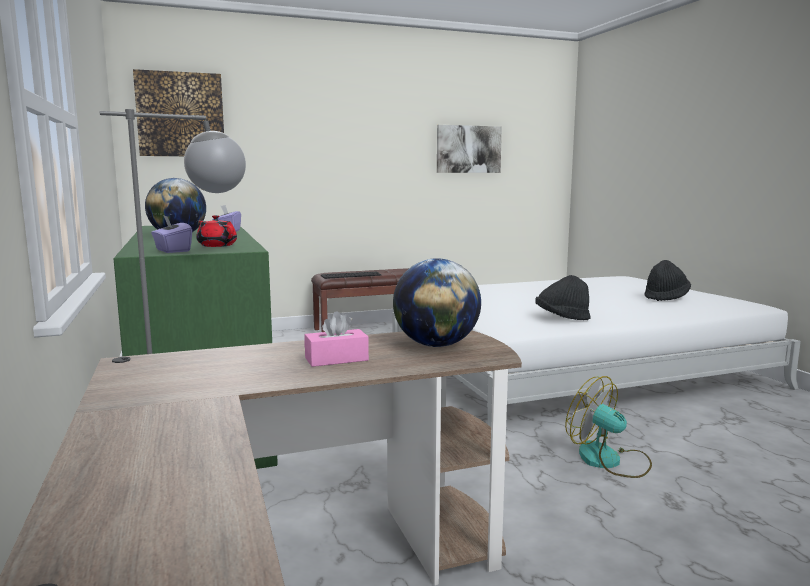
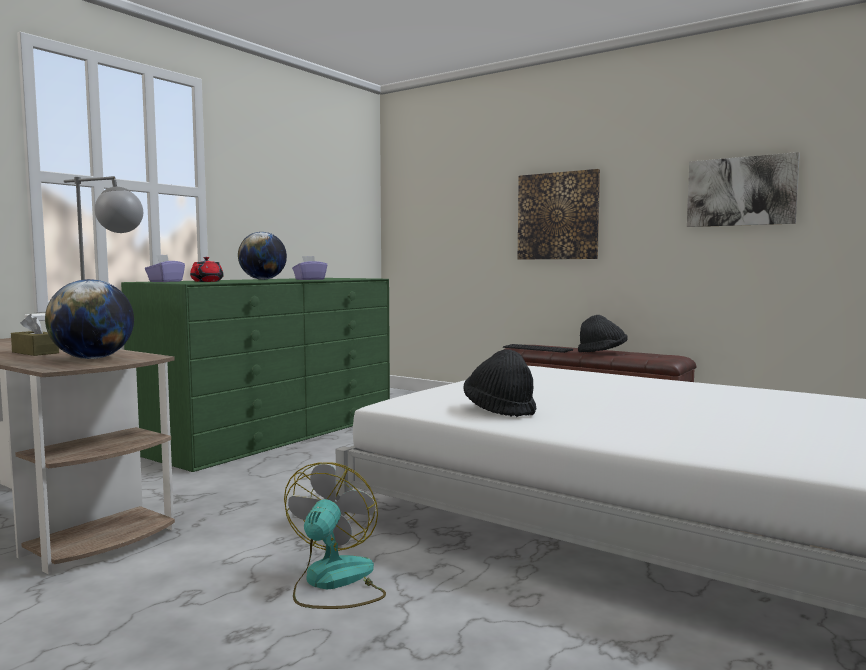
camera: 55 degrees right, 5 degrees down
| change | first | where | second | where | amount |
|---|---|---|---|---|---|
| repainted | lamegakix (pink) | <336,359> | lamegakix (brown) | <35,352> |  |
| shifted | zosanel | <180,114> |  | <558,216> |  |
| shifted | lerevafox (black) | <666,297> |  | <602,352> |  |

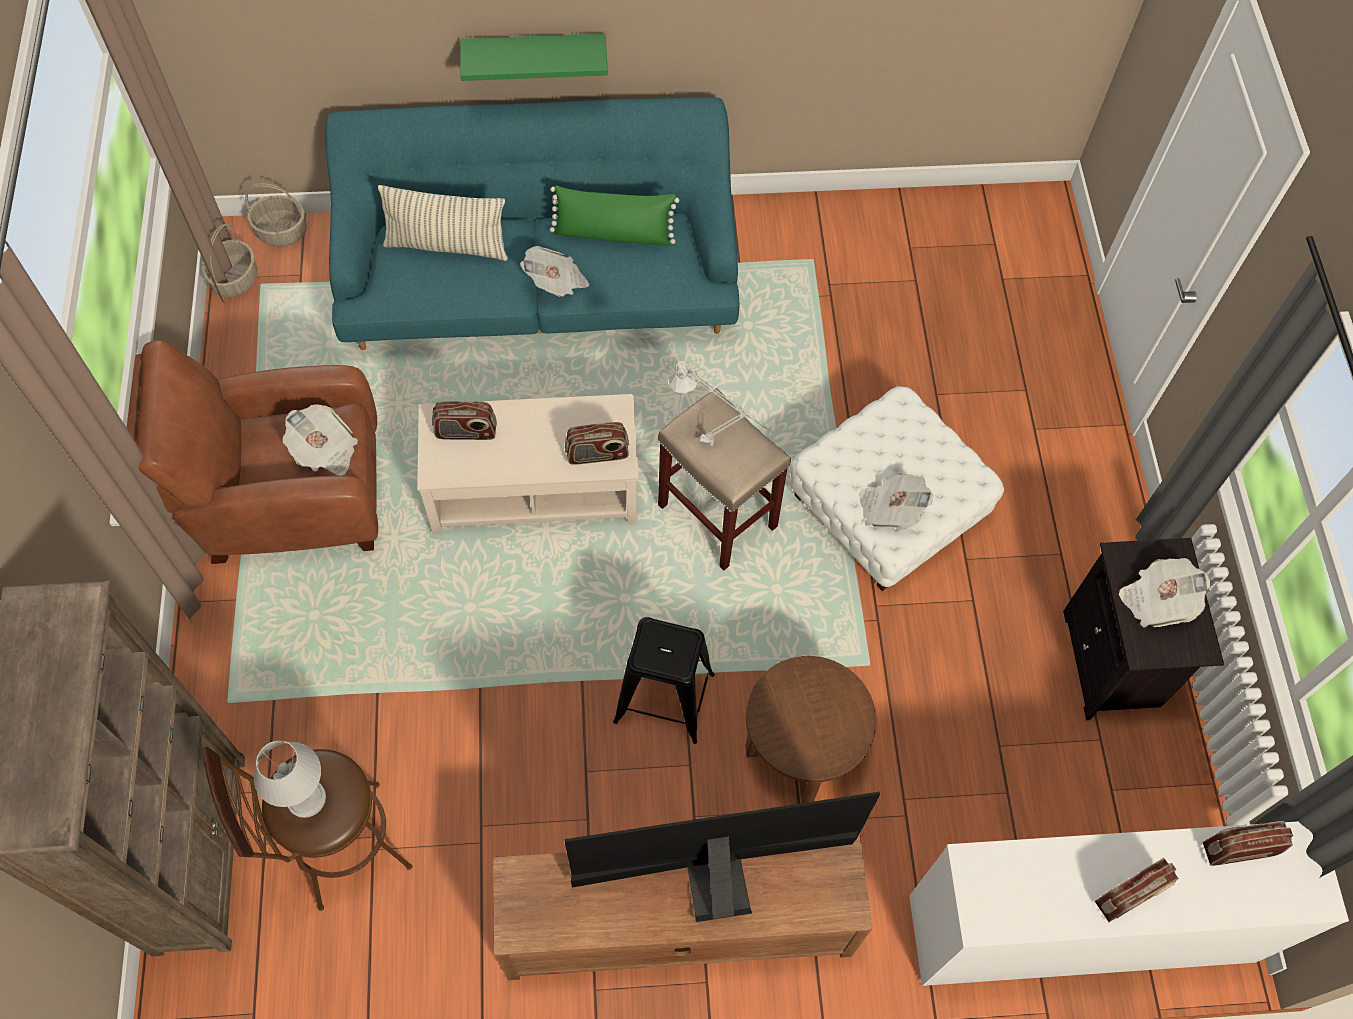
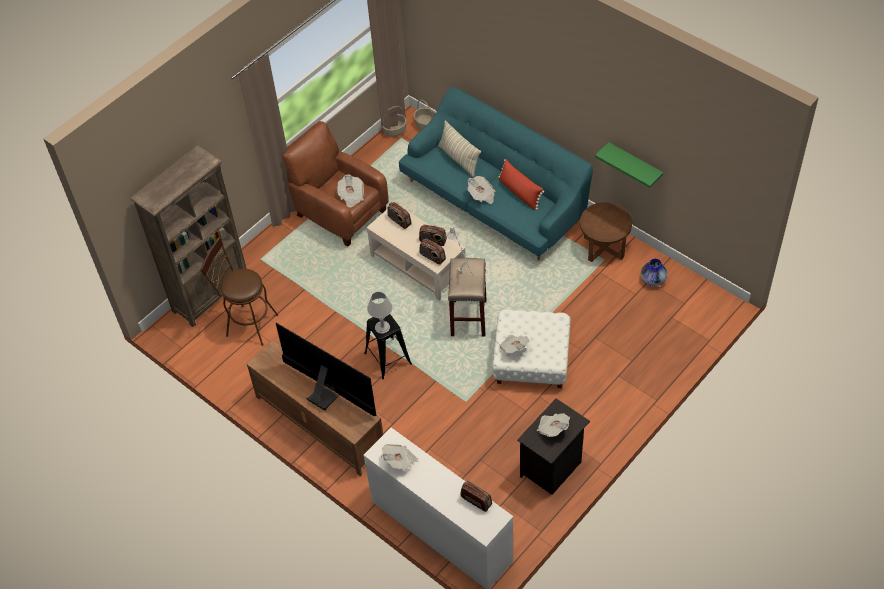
camera: 50 degrees right, 10 degrees down
| change | first | where | second | where | amount |
|---|---|---|---|---|---|
| shifted | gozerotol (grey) | <306,799> |  | <382,327> |  |
| new |  |  | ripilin | <400,461> |  |
| shifted | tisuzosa | <1130,895> |  | <433,241> |  |
| repainted | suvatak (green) | <613,234> | suvatak (red) | <519,192> |  |
| shifted | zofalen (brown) | <801,748> |  | <603,247> |  |
| shifted | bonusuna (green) | <534,54> |  | <634,164> |  |
| new |  |  | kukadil | <653,280> |  |

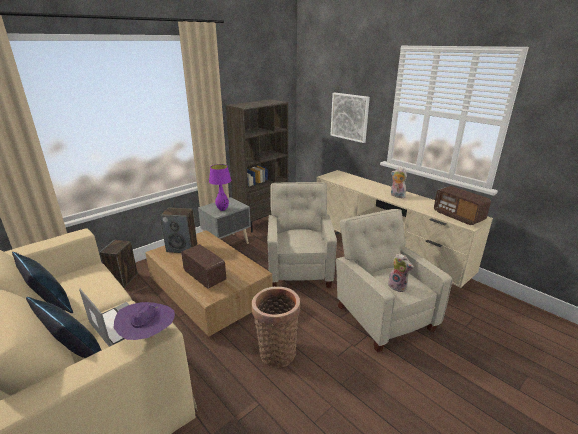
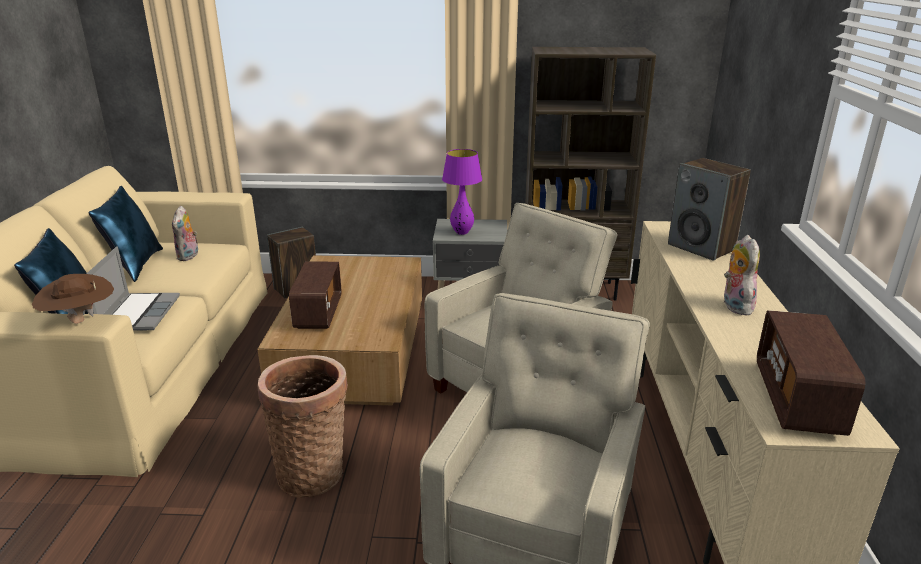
camera: 45 degrees right, 0 degrees up
| change | first | where | second | where | amount |
|---|---|---|---|---|---|
| repainted | lerevafox (purple) | <148,336> | lerevafox (brown) | <80,321> |  |
| shifted | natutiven | <398,286> |  | <189,256> |  |
| shifted | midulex | <182,248> |  | <702,247> |  |
| gone | zosanel | <349,117> |  |  |  |

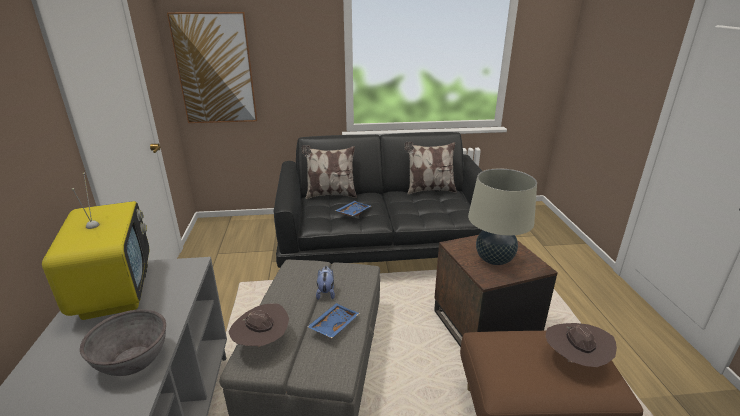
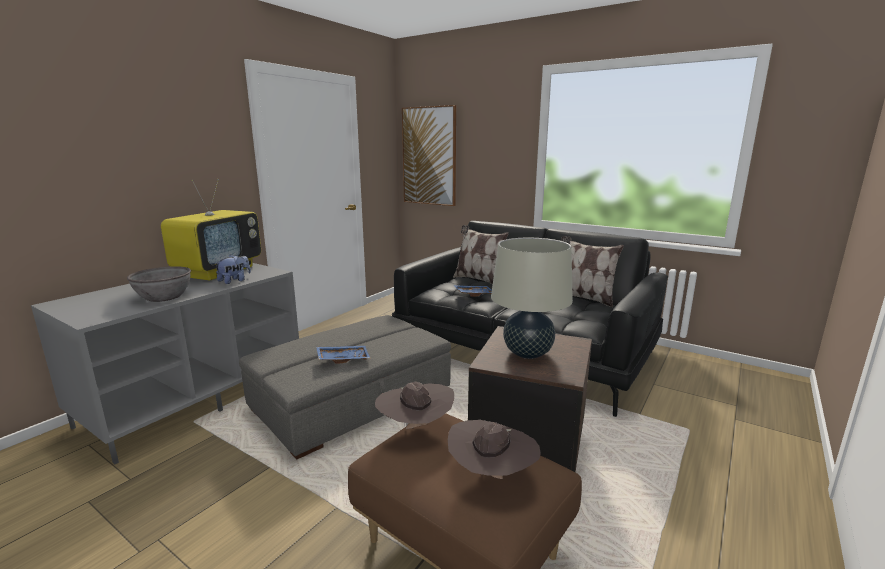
camera: 40 degrees right, 10 degrees down
| change | first | where | second | where | amount |
|---|---|---|---|---|---|
| shifted | natutiven | <326,292> |  | <234,281> |  |
| shifted | lerevafox (brown) | <262,343> |  | <415,428> |  |

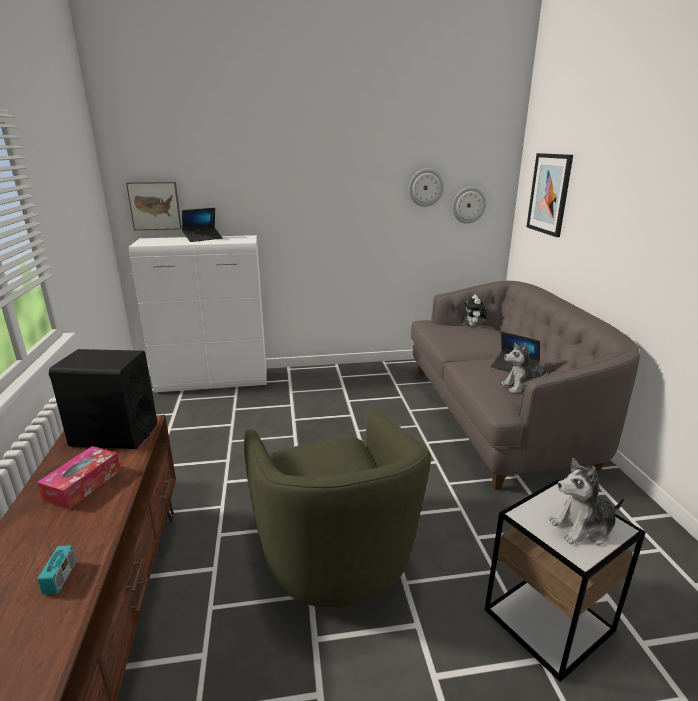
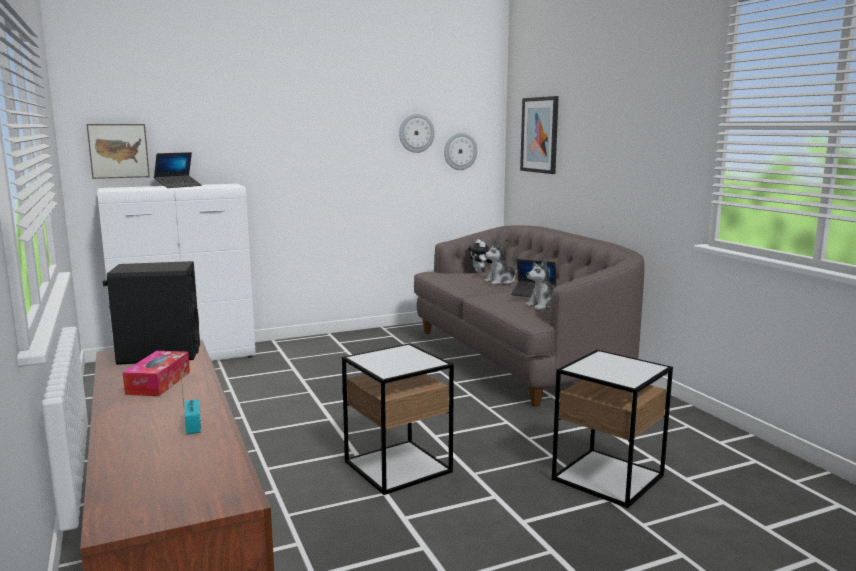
camera: 15 degrees left, 10 degrees down
| change | first | where | second | where | amount |
|---|---|---|---|---|---|
| swapped | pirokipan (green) | <335,556> | zofalen | <397,467> |  |
| shifted | natutiven | <583,528> |  | <500,281> |  |

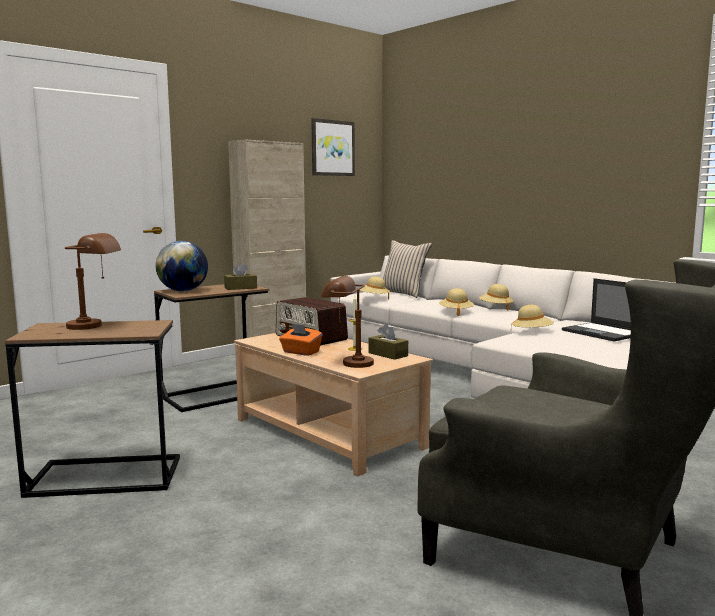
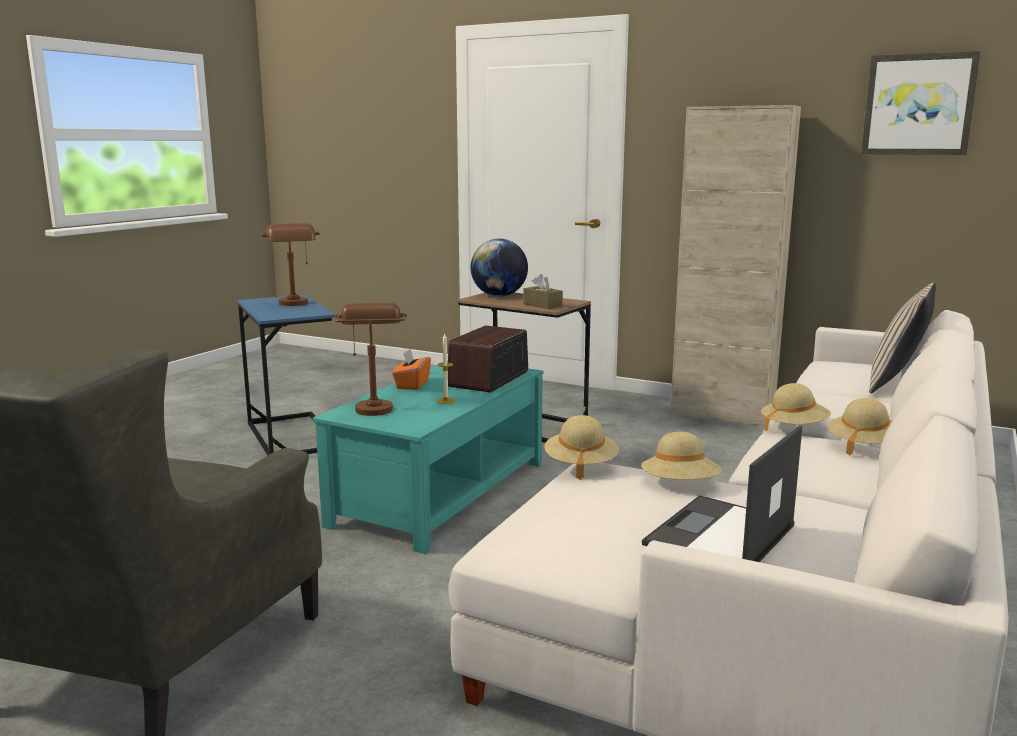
camera: 70 degrees right, 5 degrees up
| change | first | where | second | where | amount |
|---|---|---|---|---|---|
| repainted | zofalen (brown) | <105,476> | zofalen (blue) | <292,435> |  |
| repainted | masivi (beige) | <329,433> | masivi (turquoise) | <442,494> |  |
| shifted | lerevafox (beige) | <374,298> |  | <580,465> |  |
| gone | lamegakix (brown) | <388,354> |  |  |  |

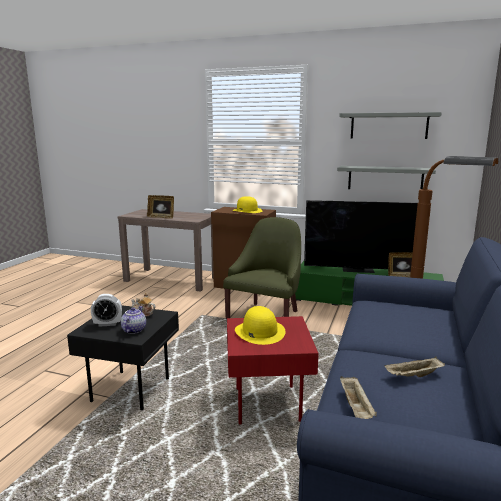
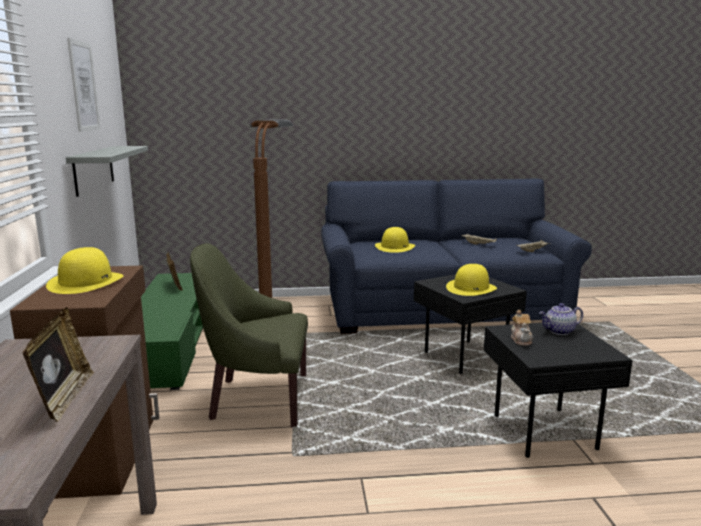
camera: 115 degrees left, 0 degrees up
| change | first | where | second | where | amount |
|---|---|---|---|---|---|
| swapped | bonusuna (grey) | <388,126> | zosanel | <84,86> |  |
| new |  |  | lerevafox (yellow) | <395,247> |  |
| repainted | zofalen (red) | <269,406> | zofalen (black) | <465,356> |  |
| gone | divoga | <107,324> |  |  |  |
| gone | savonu | <358,269> |  |  |  |

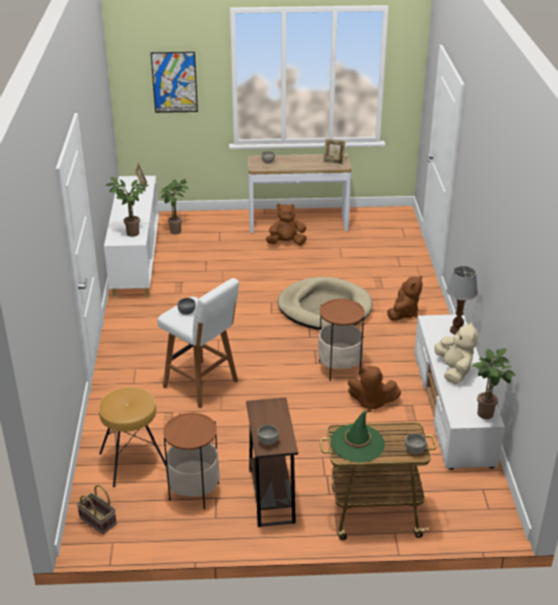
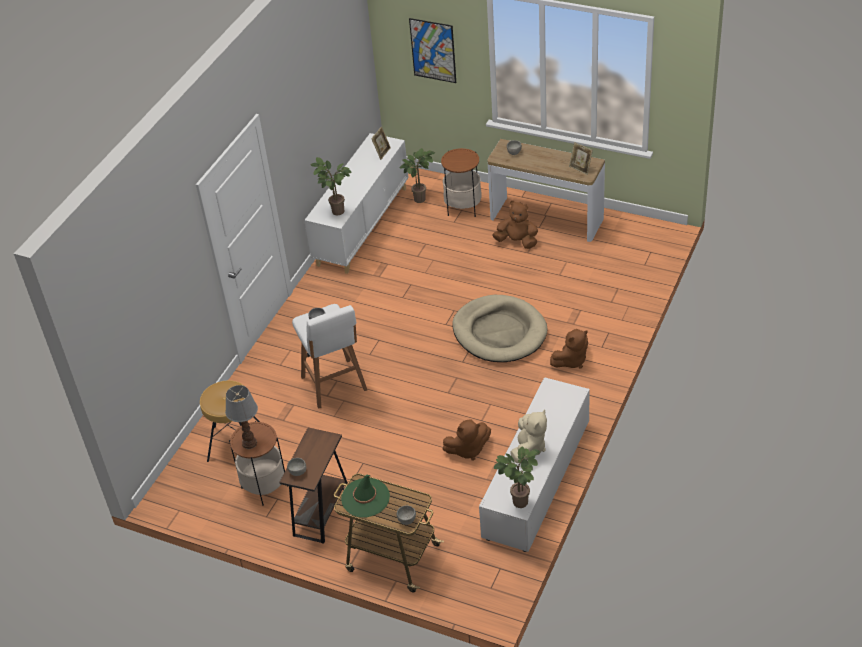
camera: 30 degrees right, 10 degrees up
| change | first | where | second | where | amount |
|---|---|---|---|---|---|
| shifted | gozerotol | <456,330> |  | <249,443> |  |
| shifted | zofalen | <339,368> |  | <463,207> |  |
| rotated | natutiven (brown) | <371,402> |  | <468,450> | 60 degrees counterclockwise |
| gone | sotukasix | <99,521> |  |  |  |

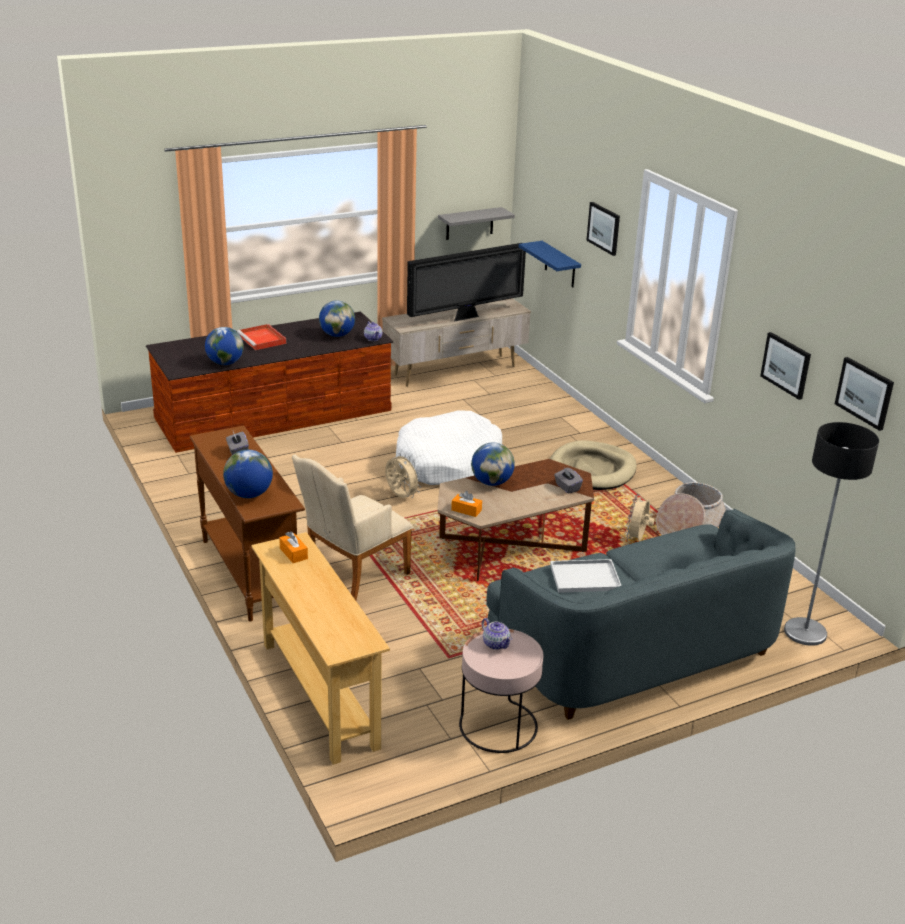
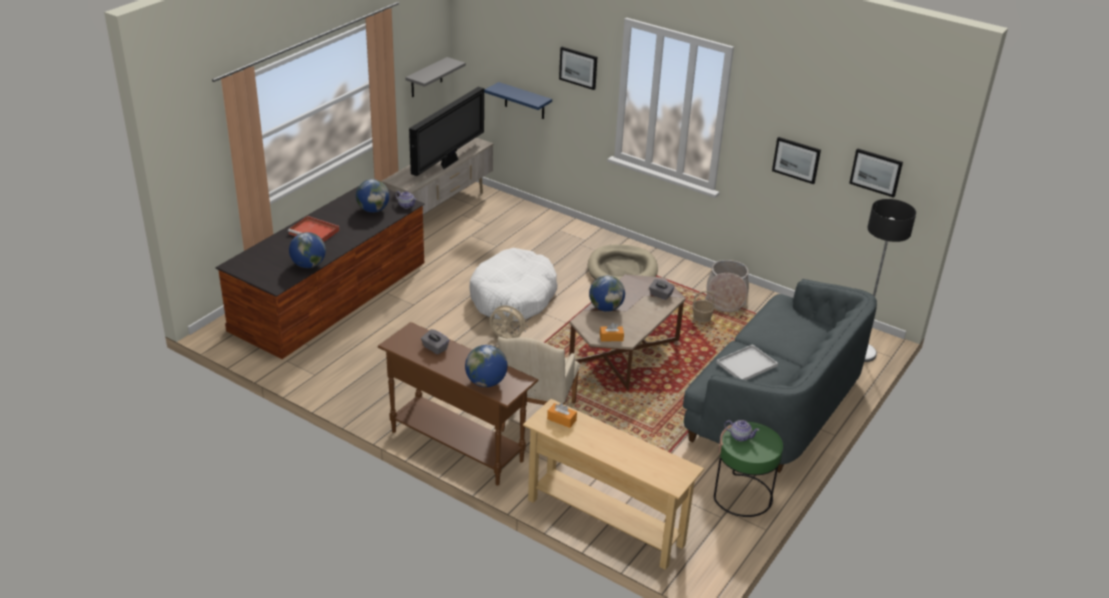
camera: 30 degrees left, 5 degrees up
| change | first | where | second | where | amount |
|---|---|---|---|---|---|
| swapped | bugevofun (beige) | <637,539> | sotukasix | <702,318> |  |
| repainted | zofalen (pink) | <498,726> | zofalen (green) | <742,496> |  |

